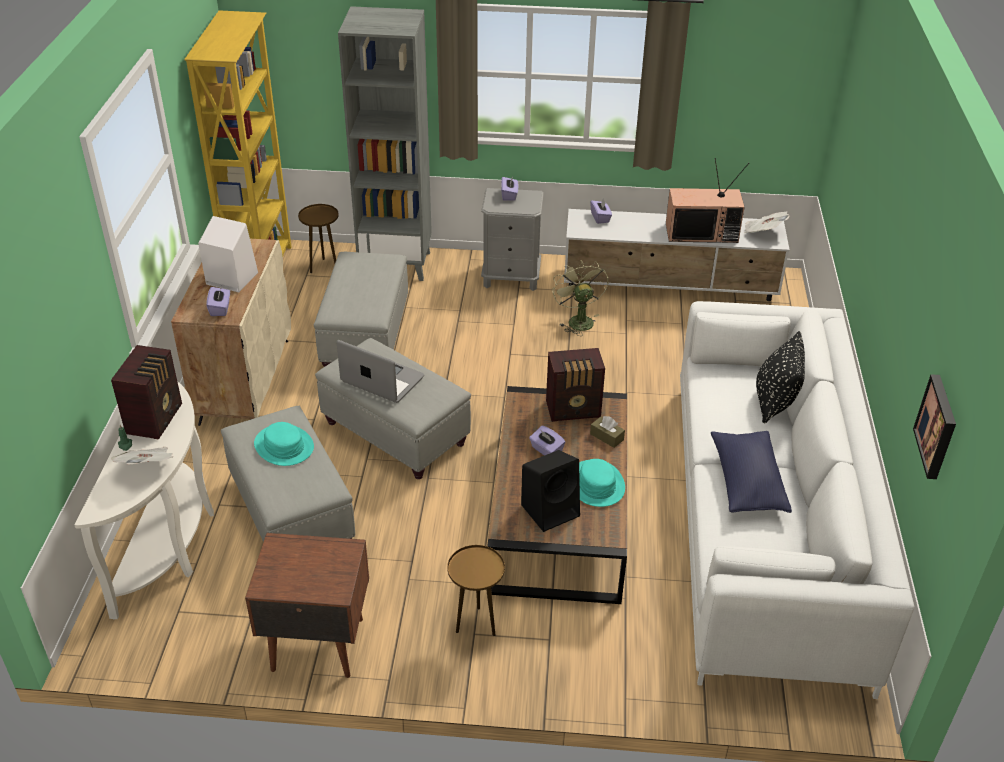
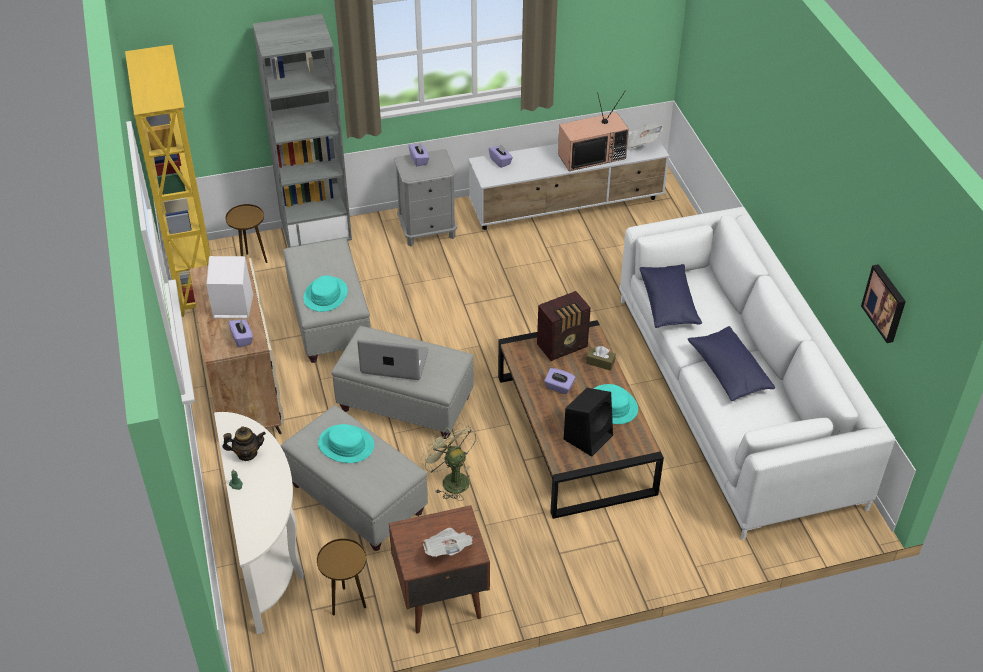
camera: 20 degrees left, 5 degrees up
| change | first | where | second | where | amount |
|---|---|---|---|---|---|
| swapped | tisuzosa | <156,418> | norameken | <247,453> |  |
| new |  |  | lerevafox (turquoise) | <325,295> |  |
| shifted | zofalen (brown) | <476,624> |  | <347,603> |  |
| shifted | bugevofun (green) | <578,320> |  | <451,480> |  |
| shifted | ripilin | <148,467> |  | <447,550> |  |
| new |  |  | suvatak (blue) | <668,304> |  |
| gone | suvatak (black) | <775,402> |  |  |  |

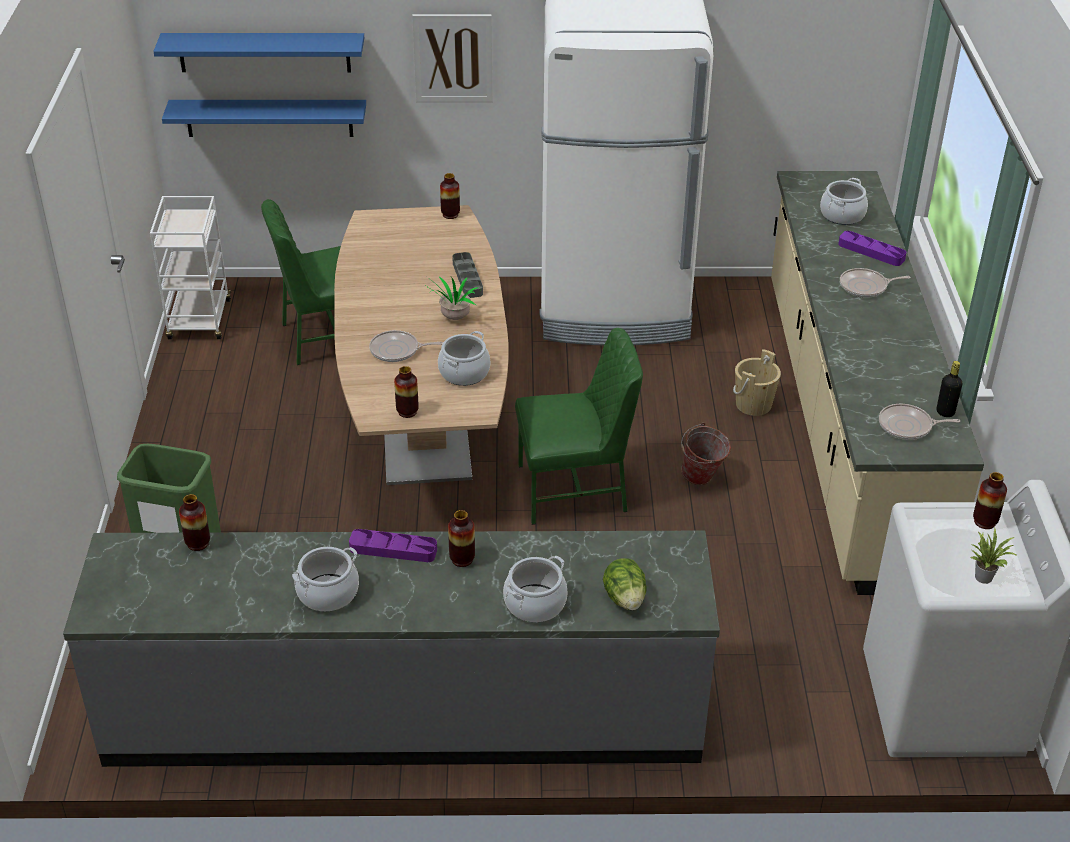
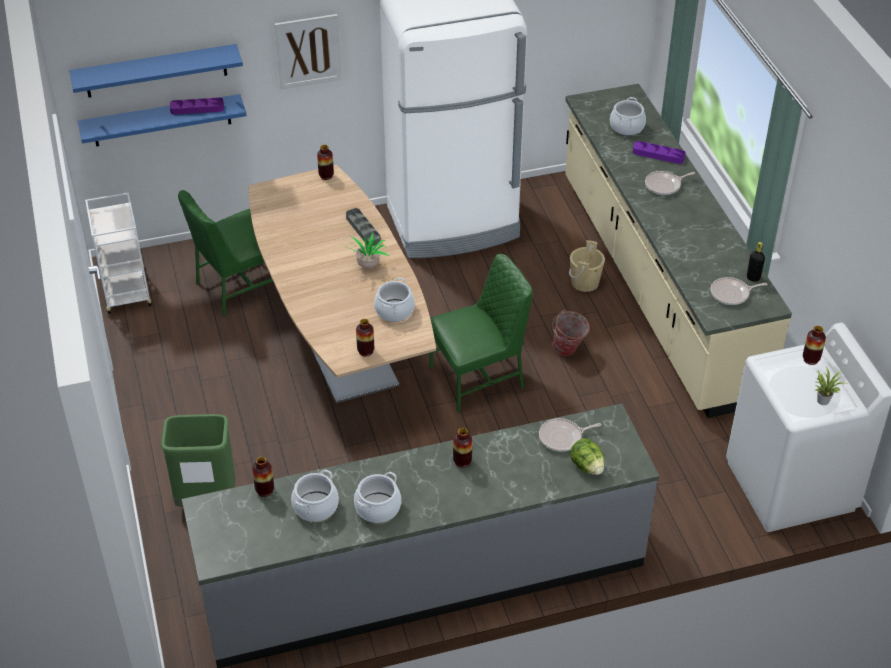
camera: 15 degrees left, 5 degrees up
| change | first | where | second | where | amount |
|---|---|---|---|---|---|
| shifted | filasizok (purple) | <393,549> |  | <197,108> |  |
| shifted | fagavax | <535,604> |  | <315,506> |  |
| shifted | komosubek | <397,350> |  | <562,437> |  |

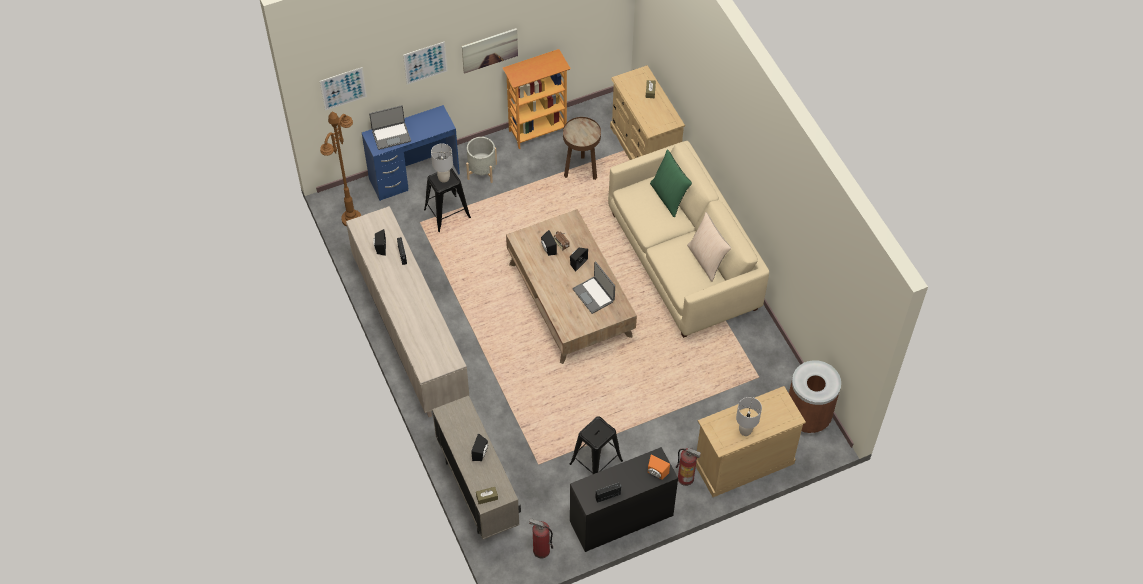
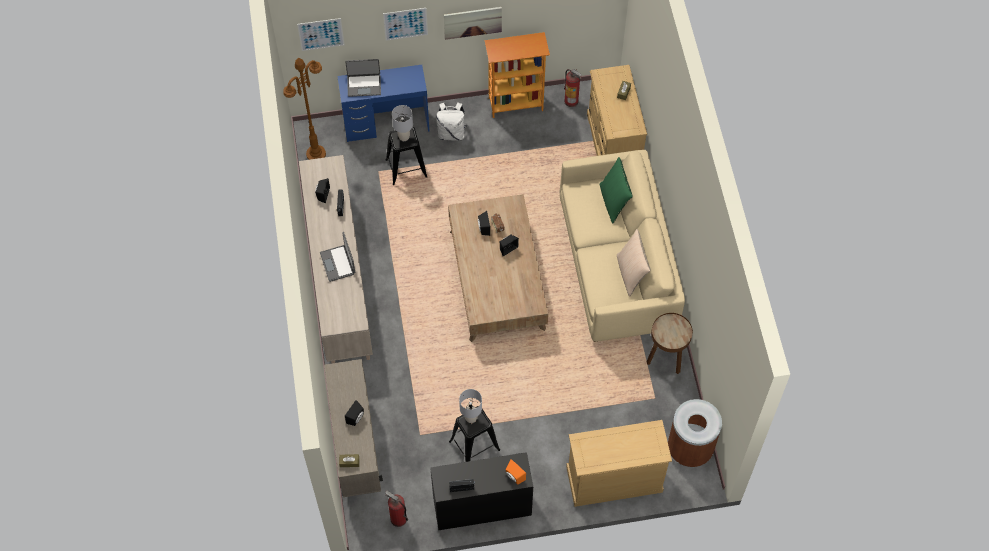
camera: 15 degrees right, 5 degrees up
| change | first | where | second | where | amount |
|---|---|---|---|---|---|
| shifted | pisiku | <594,295> |  | <338,263> |  |
| swapped | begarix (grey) | <482,171> | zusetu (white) | <451,133> |  |
| shifted | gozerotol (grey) | <745,431> |  | <471,418> |  |
| shifted | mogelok | <686,478> |  | <571,101> |  |
| shifted | zofalen (brown) | <581,171> |  | <666,360> |  |

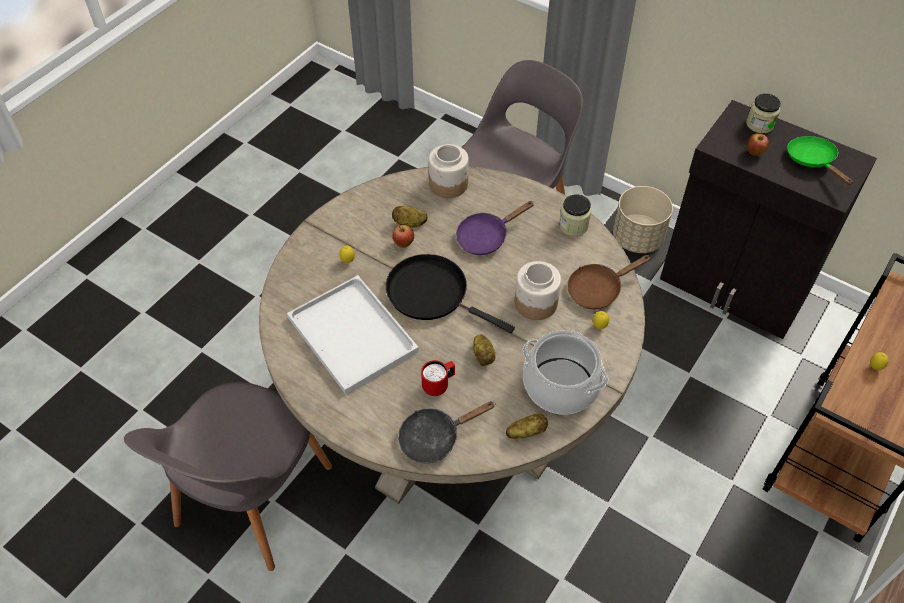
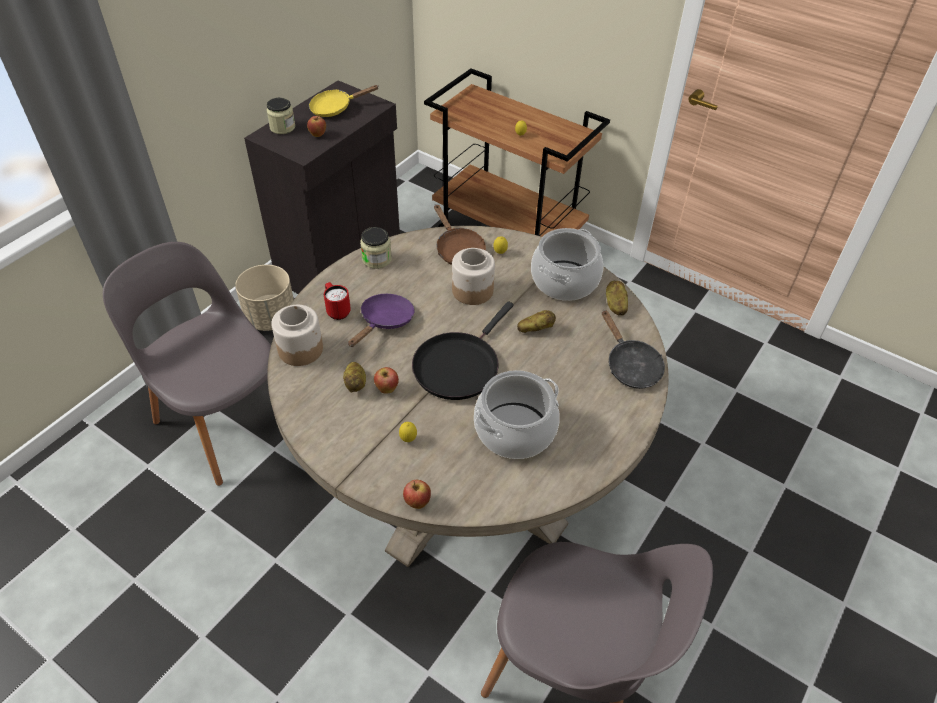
camera: 90 degrees left, 5 degrees down
| change | first | where | second | where | amount |
|---|---|---|---|---|---|
| repainted | komosubek (green) | <813,161> | komosubek (yellow) | <335,108> |  |
| shifted | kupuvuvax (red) | <438,385> |  | <337,310> |  |
| rotated | komosubek (purple) | <486,237> |  | <384,321> | 120 degrees counterclockwise |
| new |  |  | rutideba | <417,503> |  |
| swapped | filasizok (white) | <354,335> | fagavax | <514,430> |  |

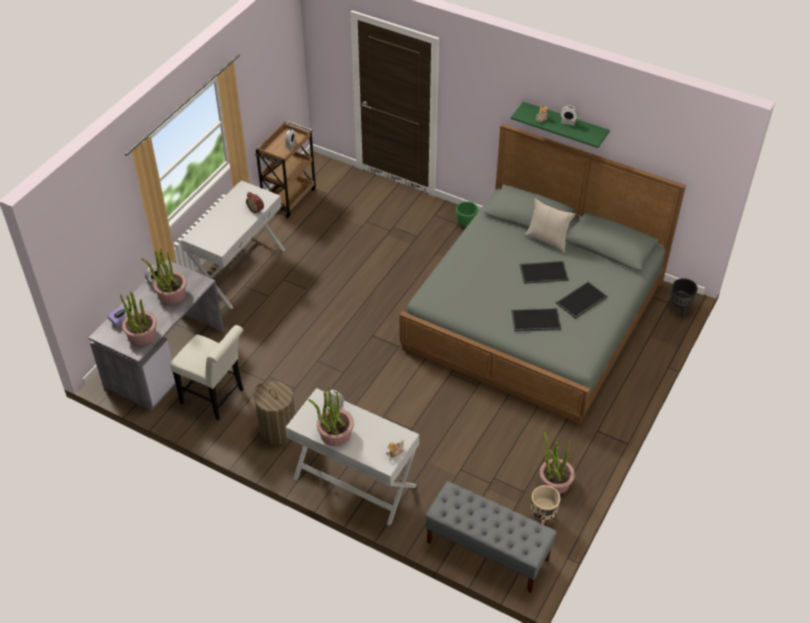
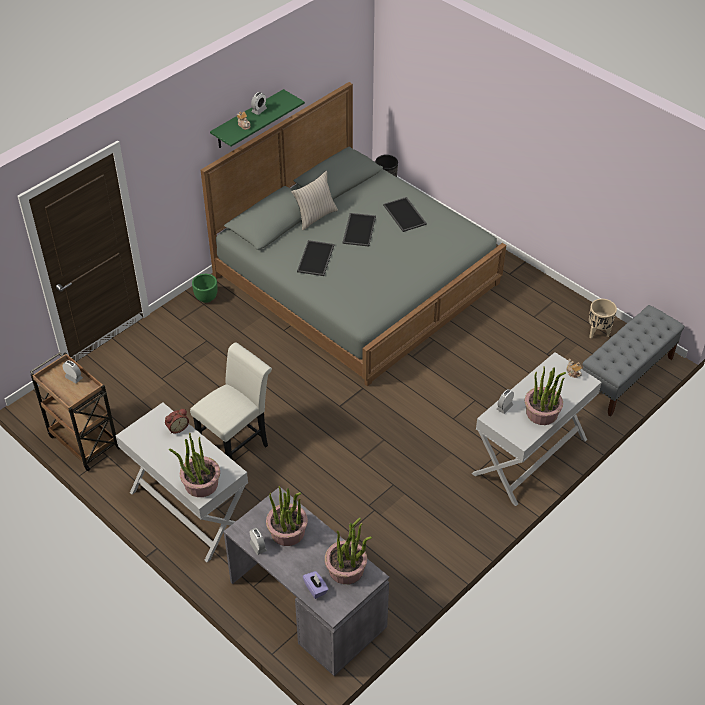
camera: 75 degrees left, 0 degrees up
| change | first | where | second | where | amount |
|---|---|---|---|---|---|
| shifted | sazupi | <555,482> |  | <201,484> |  |
| shifted | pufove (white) | <216,398> |  | <237,444> |  |
| shifted | filasizok | <535,320> |  | <316,259> |  |
| gone | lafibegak | <278,429> |  |  |  |

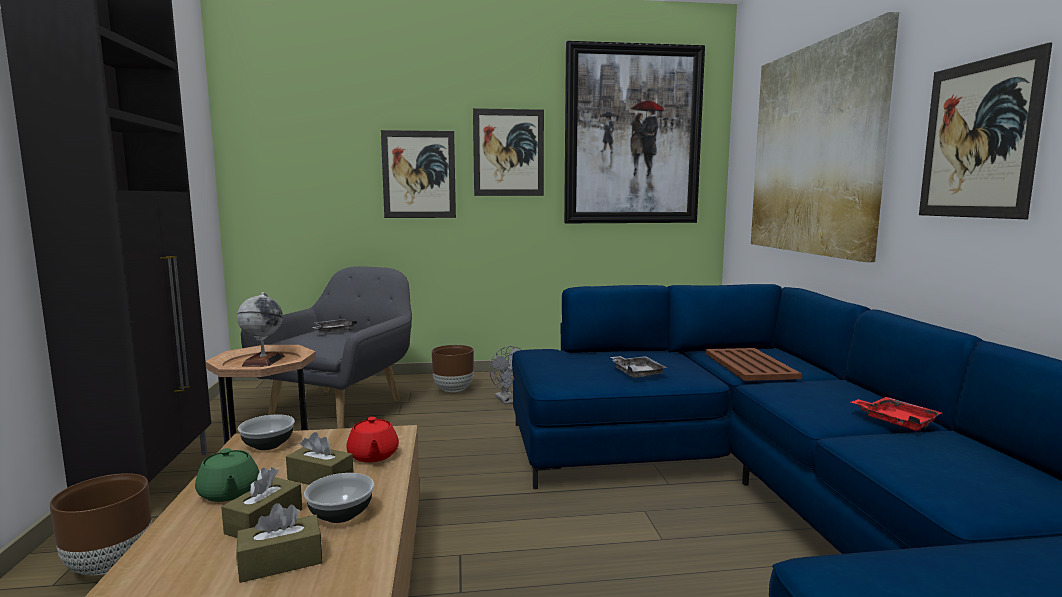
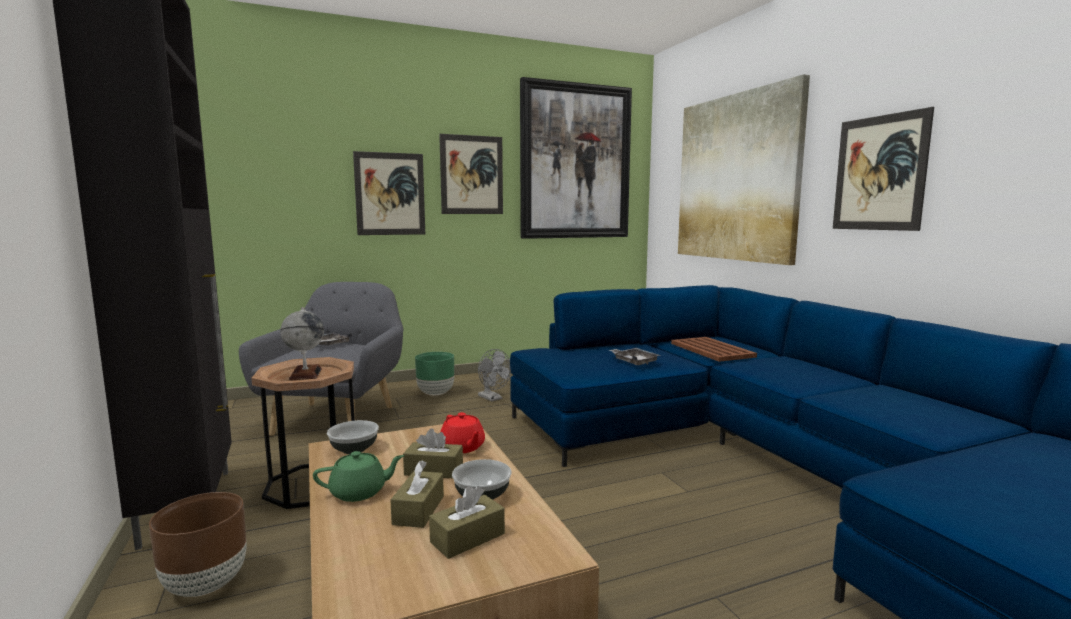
camera: 15 degrees left, 0 degrees up
| change | first | where | second | where | amount |
|---|---|---|---|---|---|
| rotated | norameken (green) | <229,493> |  | <359,492> | 60 degrees counterclockwise |
| repainted | begarix (brown) | <453,390> | begarix (green) | <435,393> |  |
| gone | filasizok (red) | <896,421> |  |  |  |

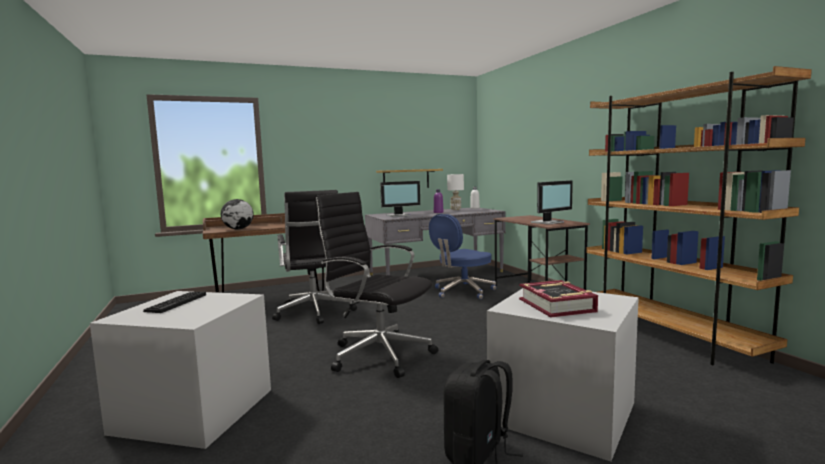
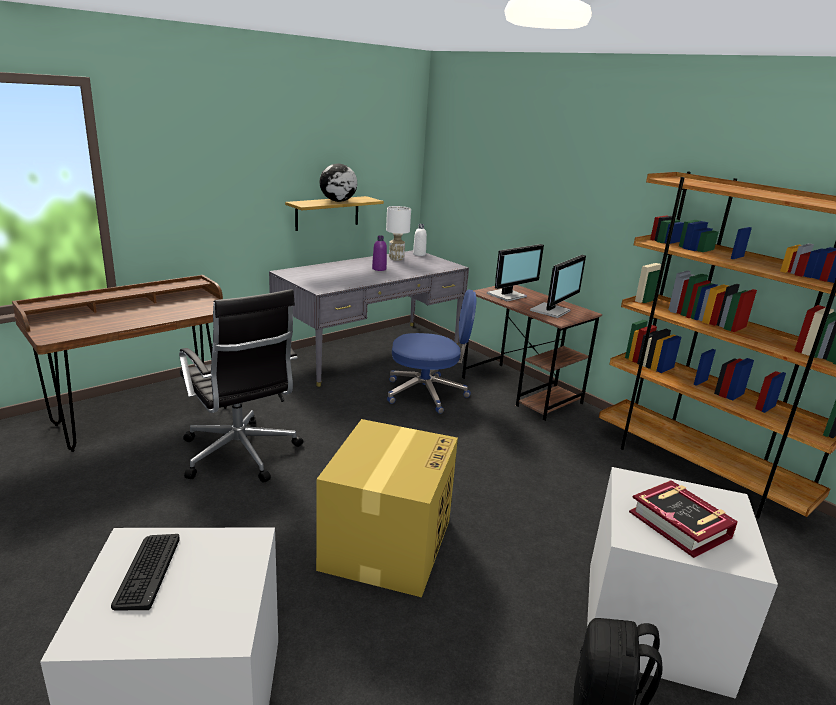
camera: 20 degrees left, 15 degrees up
| change | first | where | second | where | amount |
|---|---|---|---|---|---|
| swapped | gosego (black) | <378,354> | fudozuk | <387,542> |  |
| shifted | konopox | <238,229> |  | <337,201> |  |
| rotated | gosego (blue) | <462,291> |  | <427,393> | 120 degrees counterclockwise |
| shifted | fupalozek | <399,215> |  | <508,295> |  |

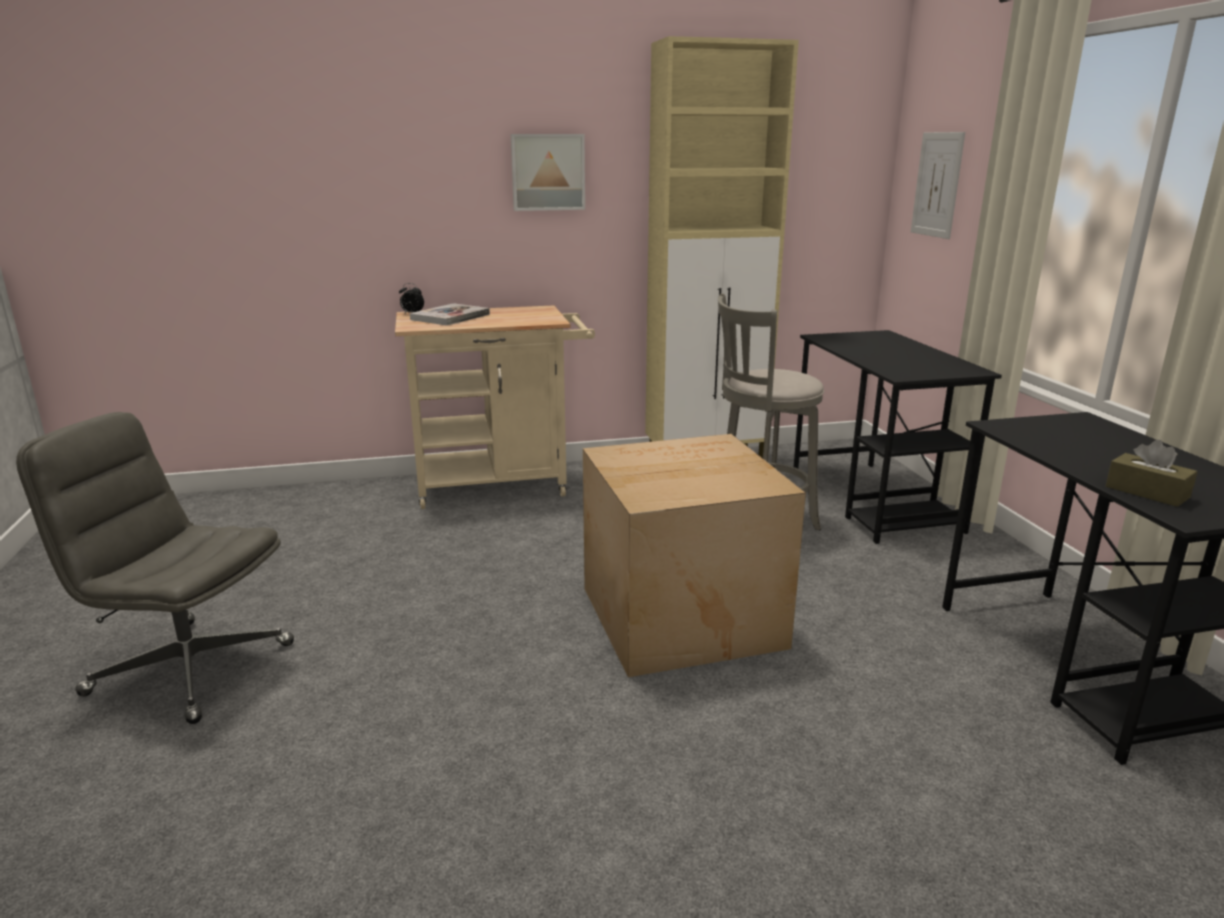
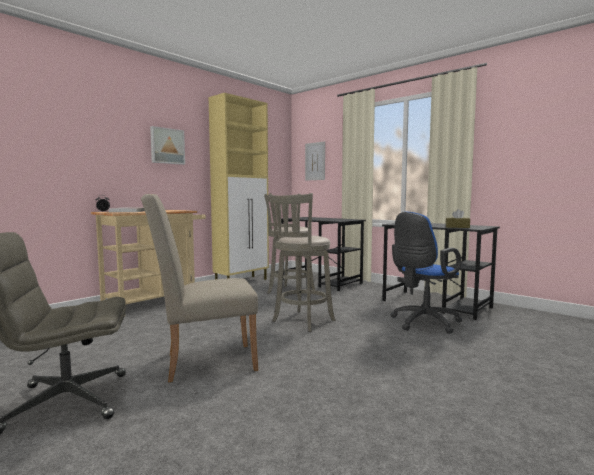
camera: 35 degrees left, 15 degrees down
| change | first | where | second | where | amount |
|---|---|---|---|---|---|
| new |  |  | pufove (beige) | <202,362> |  |
| swapped | fudozuk | <678,616> | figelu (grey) | <301,321> |  |
| new |  |  | gosego (blue) | <422,323> |  |

